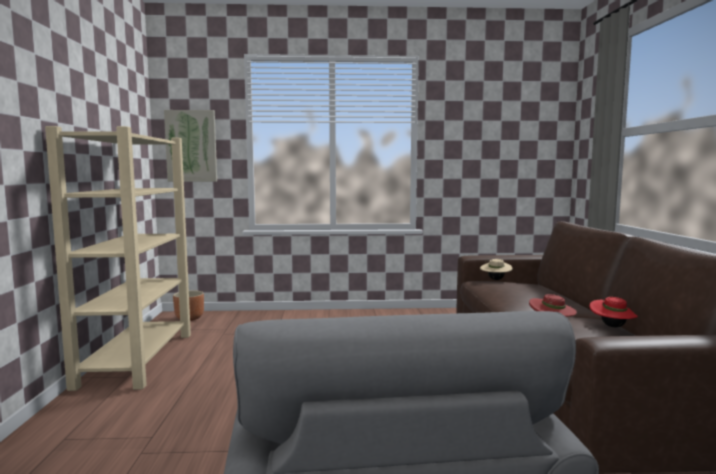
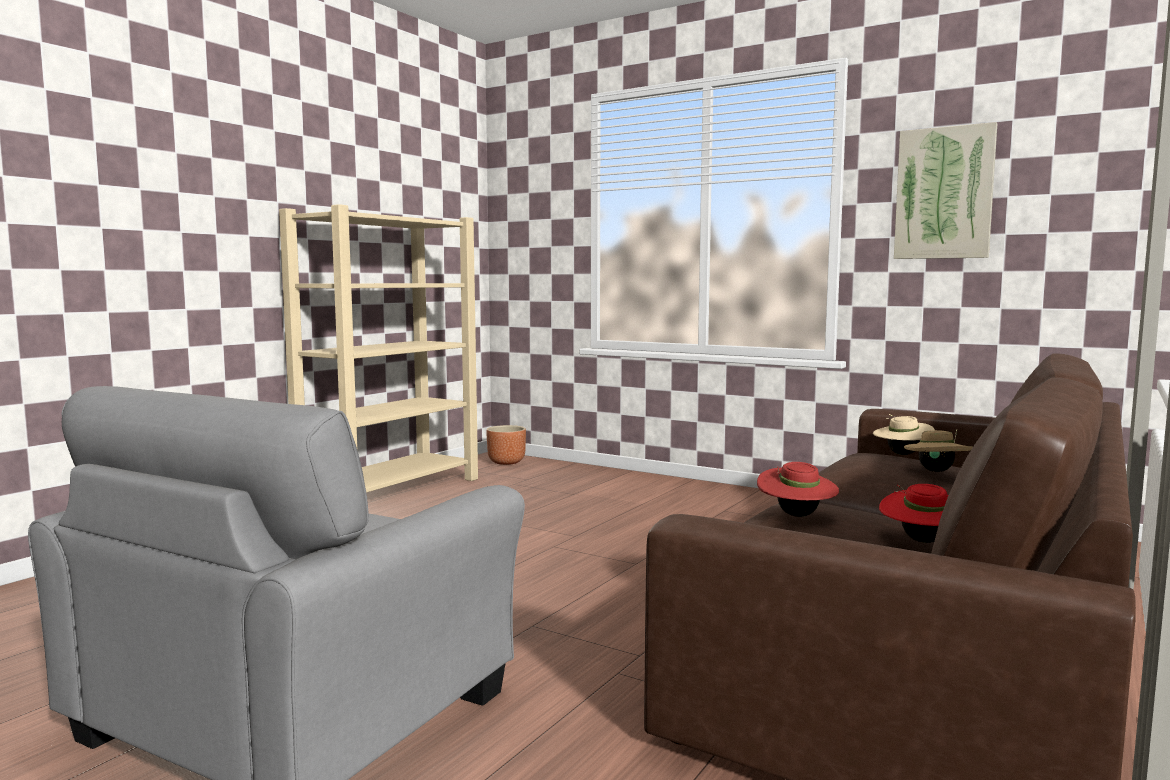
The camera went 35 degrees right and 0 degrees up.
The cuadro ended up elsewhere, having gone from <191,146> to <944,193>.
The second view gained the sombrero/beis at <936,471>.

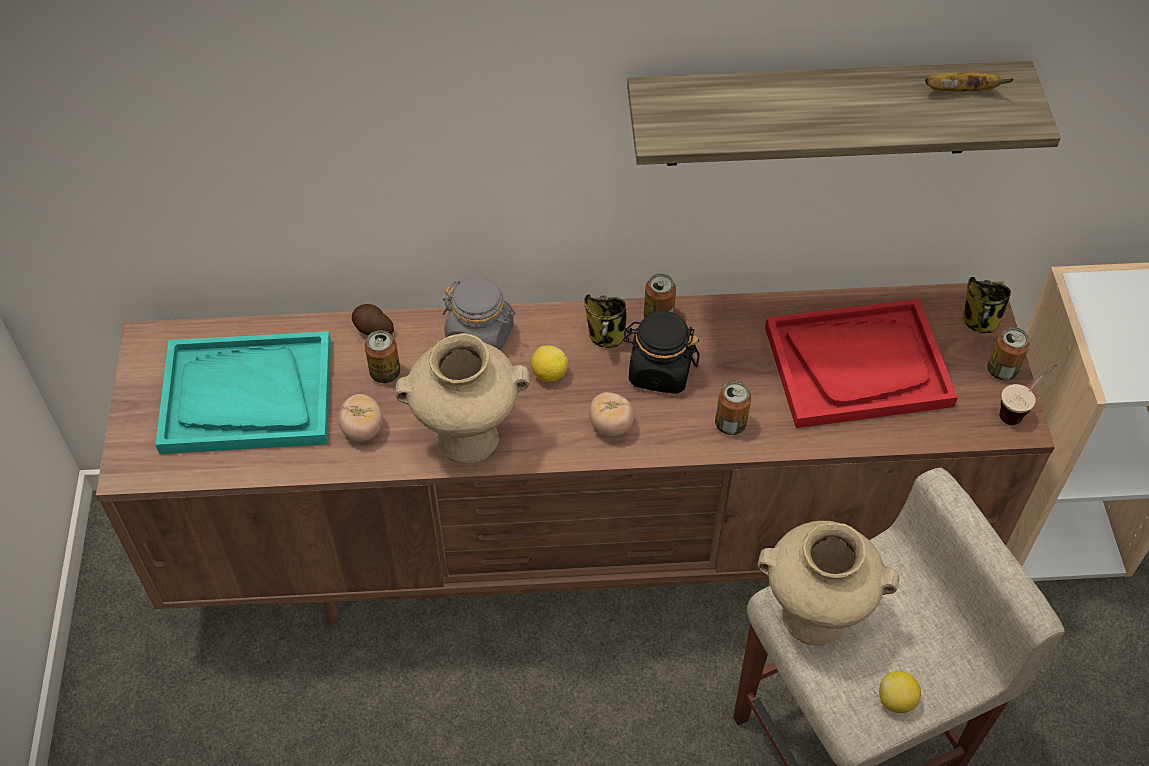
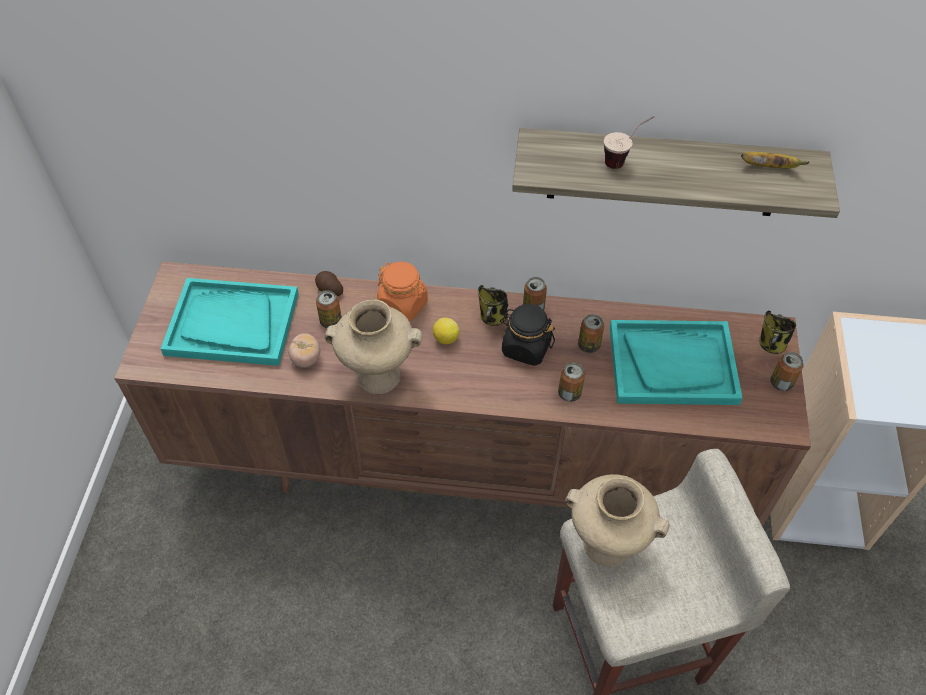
The camera went 10 degrees right and 0 degrees up.
What was the tarro/gris at <480,337> turned into the tarro/naranja at <403,305>.
The second view lost the tomate at <611,425>.
What was the bandeja/rojo at <858,366> turned into the bandeja/turquesa at <673,364>.
The second view lost the limón at <896,700>.
The taza ended up elsewhere, having gone from <1020,410> to <624,159>.
The second view gained the lata at <589,345>.

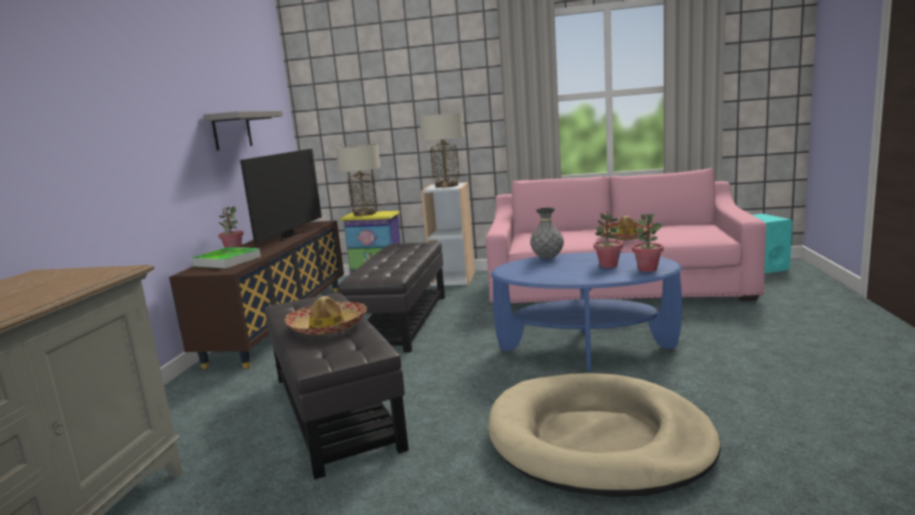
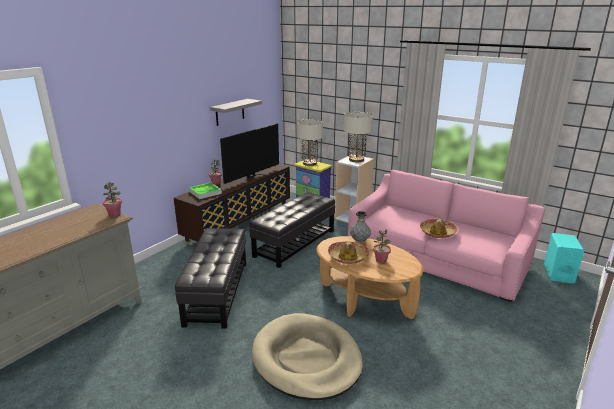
The camera went 25 degrees right and 10 degrees up.
The sombrero ended up elsewhere, having gone from <328,327> to <348,257>.
What was the mesa de centro/azul at <586,348> turned into the mesa de centro/marrón at <365,300>.
The planta en maceta ended up elsewhere, having gone from <647,269> to <114,214>.

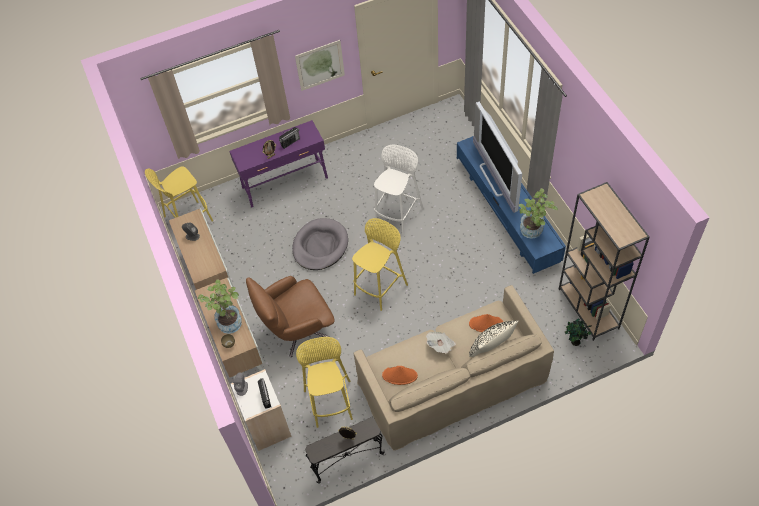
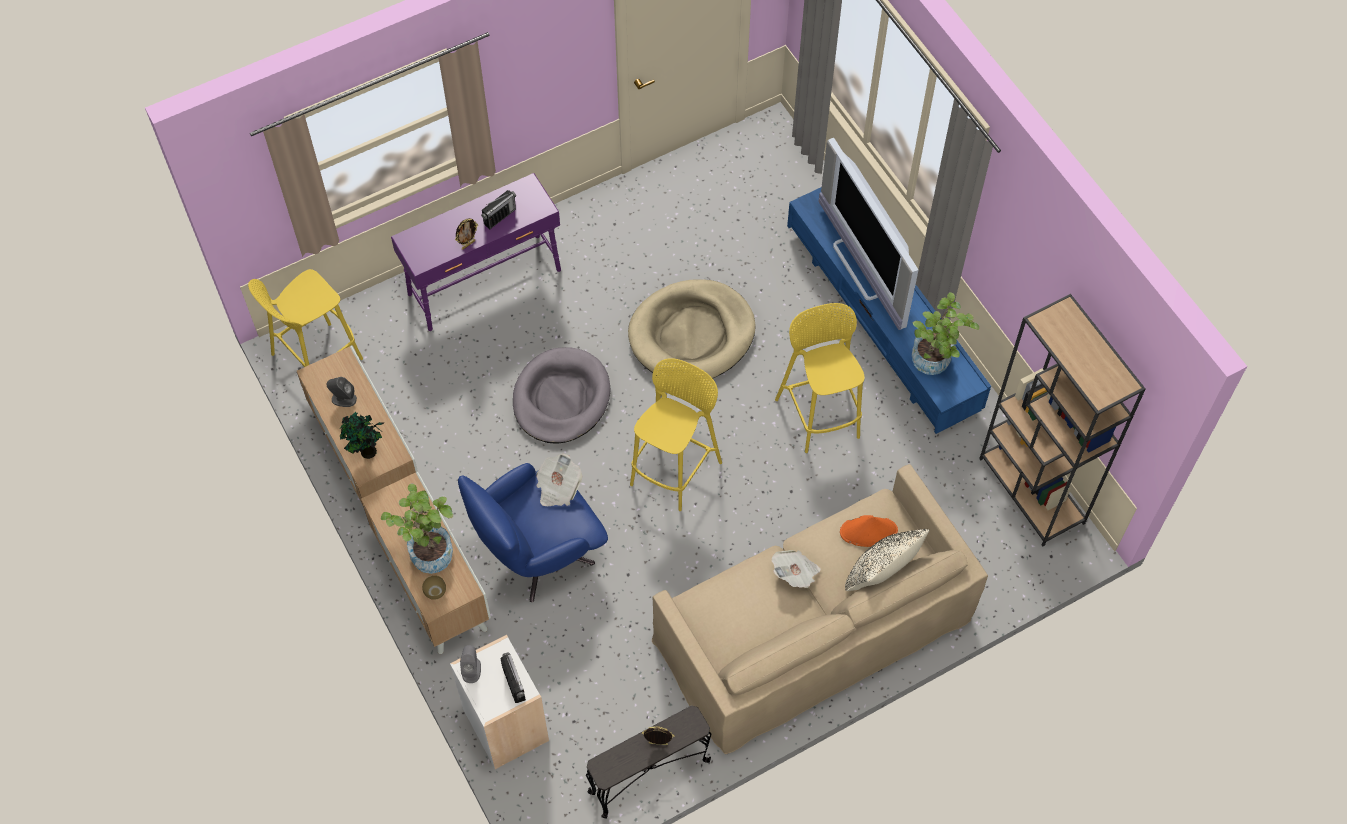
The camera went 10 degrees left and 5 degrees up.
What was the sillón/marrón at <298,330> turned into the sillón/azul at <540,553>.
The second view lost the cuadro at <320,65>.
The taburete/amarillo ended up elsewhere, having gone from <330,402> to <820,415>.
Where the taburete/blanco stood at <397,214>, the cama para perro/beis came to stand at <692,334>.
The second view lost the sombrero/naranja at <400,375>.
The planta en maceta ended up elsewhere, having gone from <575,342> to <367,452>.
The second view gained the periódico at <558,487>.

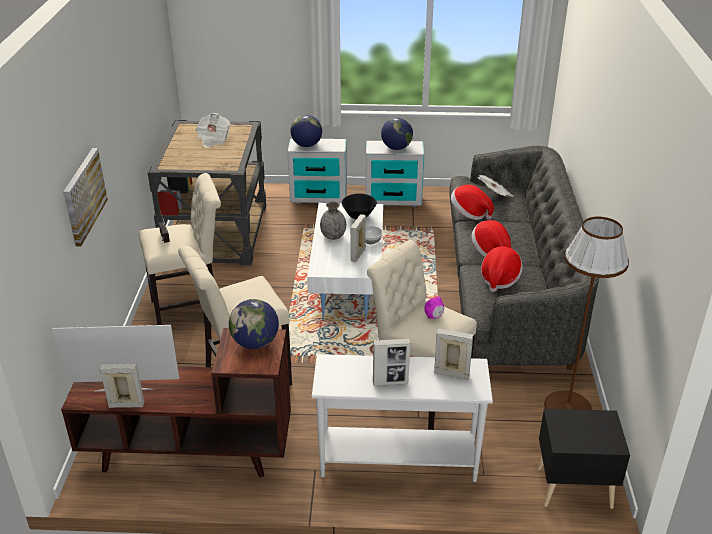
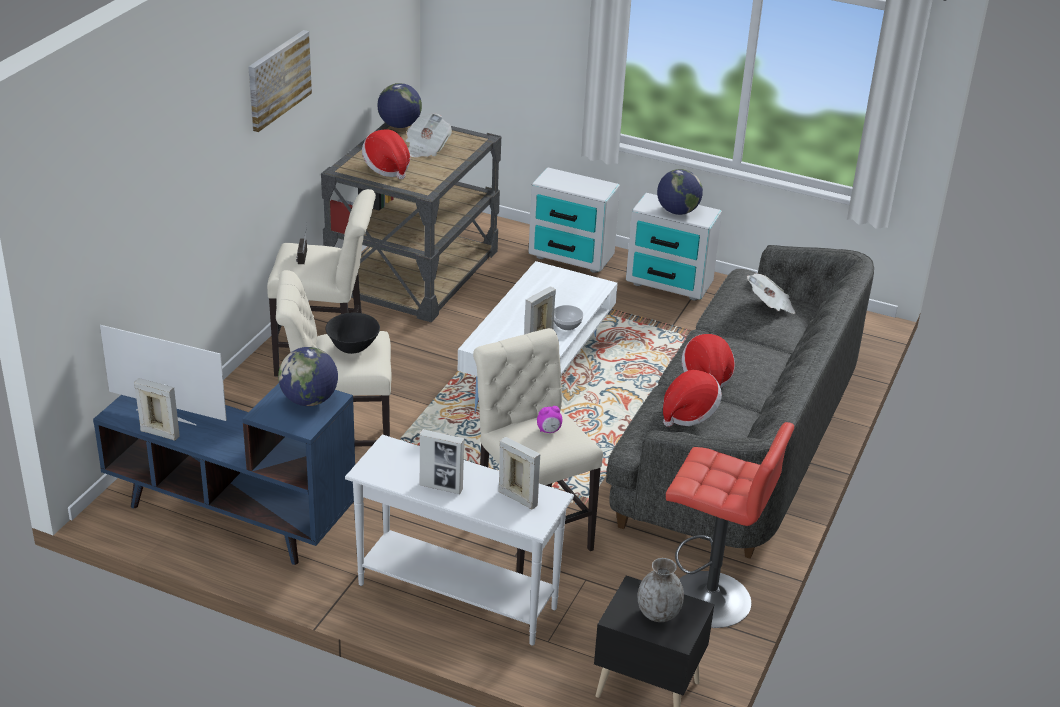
The camera went 20 degrees right and 0 degrees up.
What was the mueble de televisión/marrón at <186,453> turned into the mueble de televisión/azul at <228,515>.
The cuadro ended up elsewhere, having gone from <83,196> to <278,79>.
The globo terráqueo ended up elsewhere, having gone from <306,145> to <399,125>.
The florero/gris ended up elsewhere, having gone from <333,236> to <658,614>.
The cuenco/negro ended up elsewhere, having gone from <359,216> to <353,348>.
The sombrero ended up elsewhere, having gone from <469,213> to <387,168>.
Where the lámpara de pie/marrón stood at <568,407>, the taburete/rojo came to stand at <711,600>.

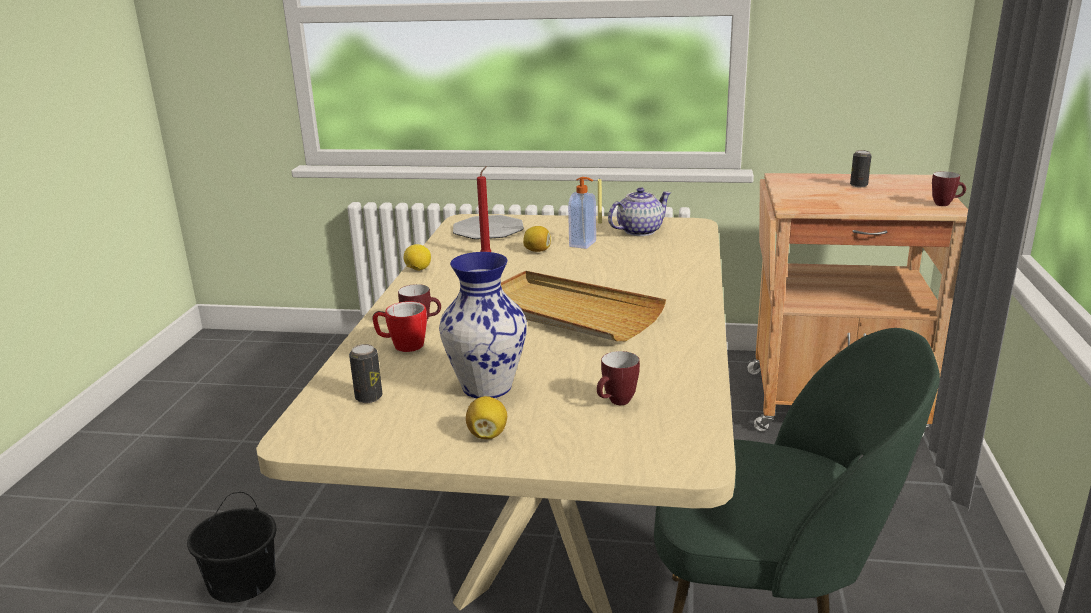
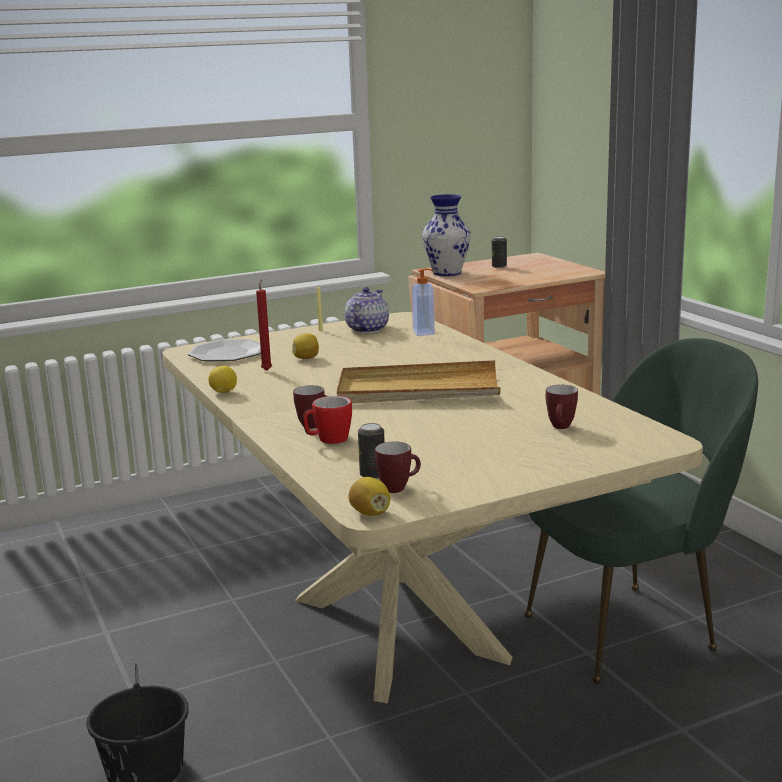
The camera went 35 degrees left and 5 degrees down.
The florero ended up elsewhere, having gone from <485,387> to <446,273>.
The limón ended up elsewhere, having gone from <487,434> to <370,513>.
The dispensador de jabón ended up elsewhere, having gone from <583,244> to <424,332>.
The taza grande ended up elsewhere, having gone from <945,204> to <399,488>.

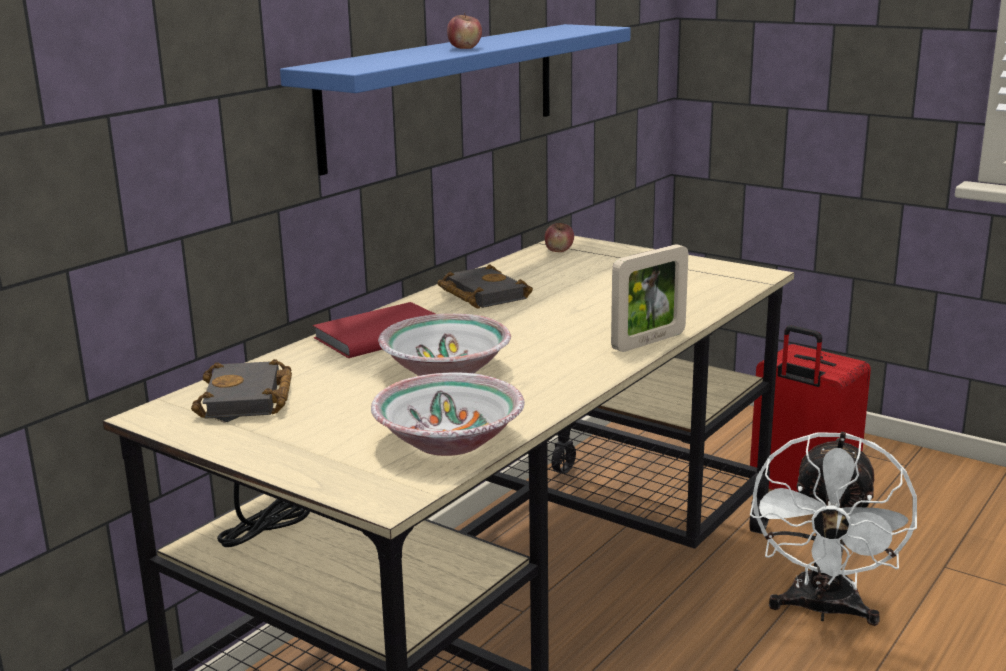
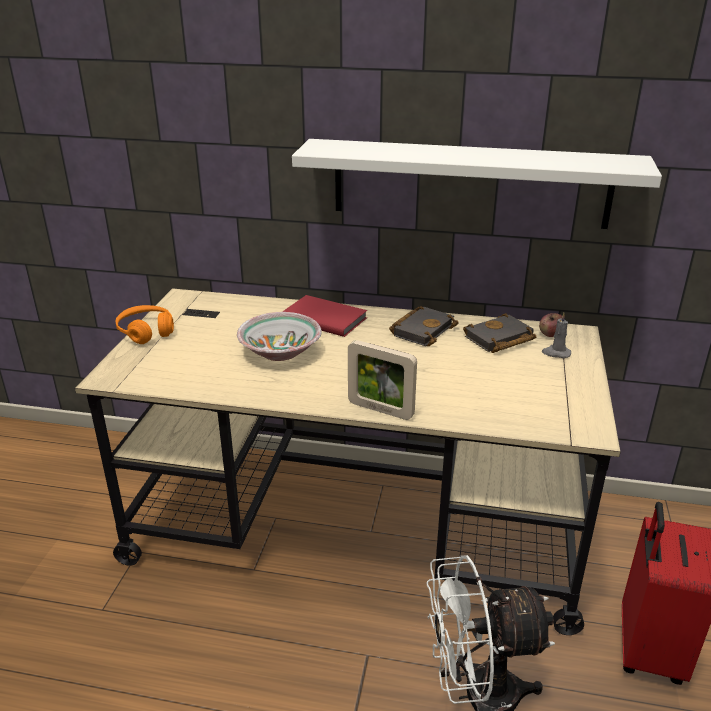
The camera went 65 degrees right and 10 degrees up.
The libro/negro ended up elsewhere, having gone from <248,399> to <499,340>.
What was the estante/azul at <444,93> turned into the estante/blanco at <470,183>.
The second view lost the cuenco at <449,442>.
The second view lost the manzana at <465,48>.
The second view gained the auriculares/naranja at <146,332>.
The second view gained the vela/gris at <556,353>.

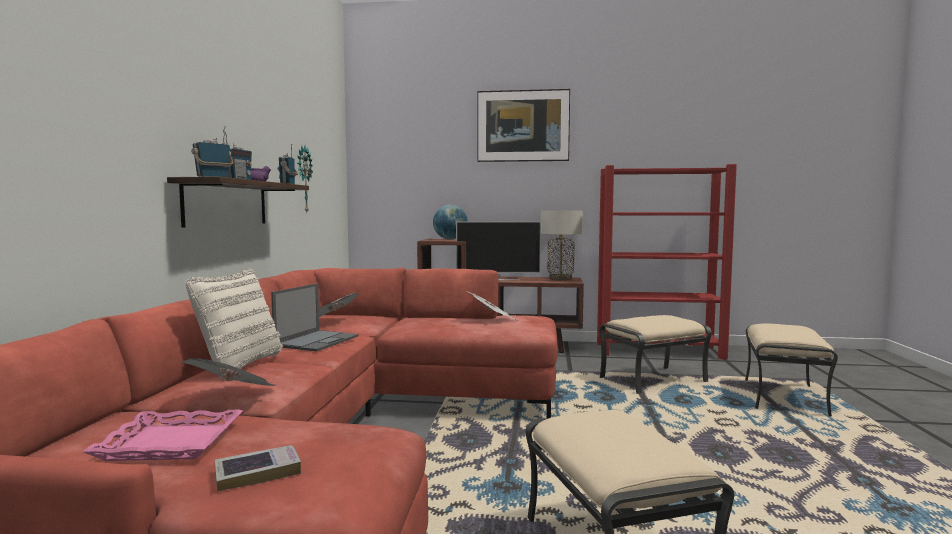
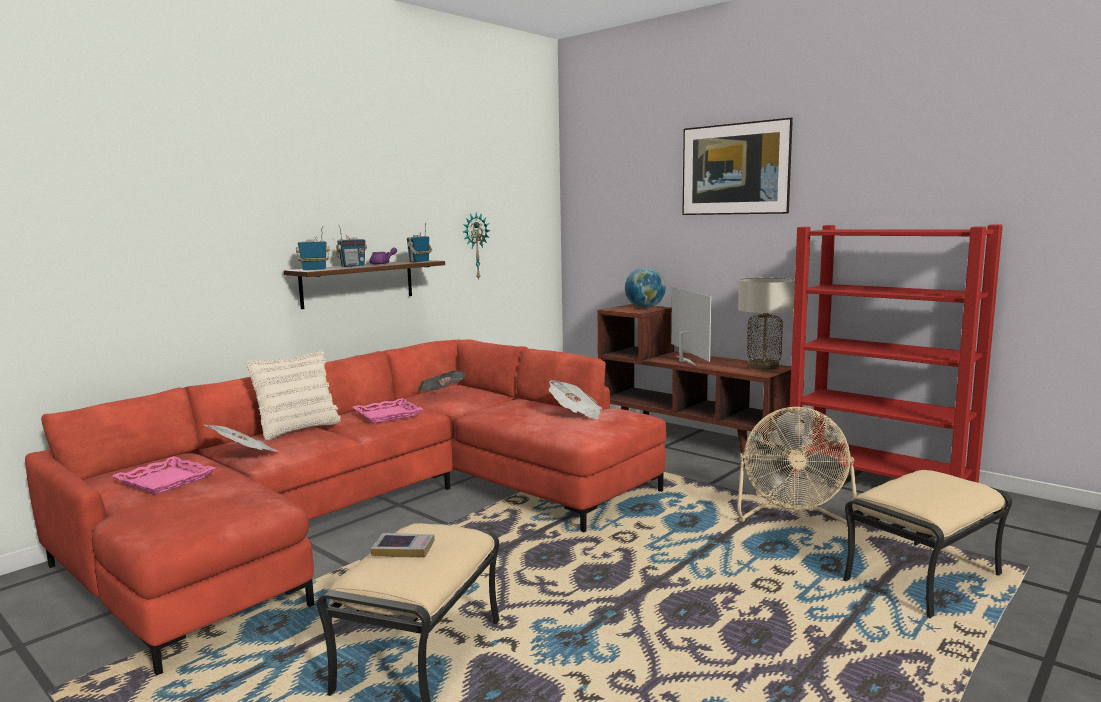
The camera went 35 degrees right and 5 degrees up.
The libro ended up elsewhere, having gone from <257,473> to <403,549>.
Where the portátil stood at <317,341>, the bandeja/rosa came to stand at <387,415>.
The televisor at <498,280> ended up facing another way, 135 degrees counterclockwise from before.
Where the puf/beis stood at <653,379>, the ventilador/beis came to stand at <788,515>.

